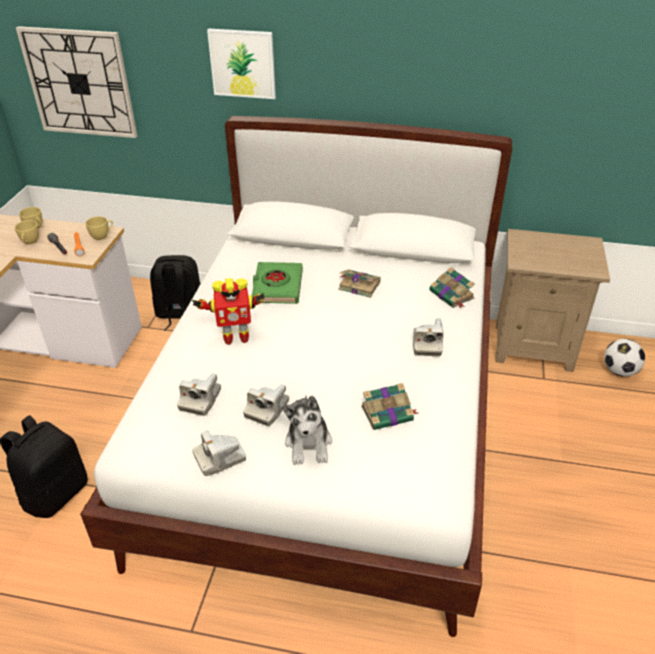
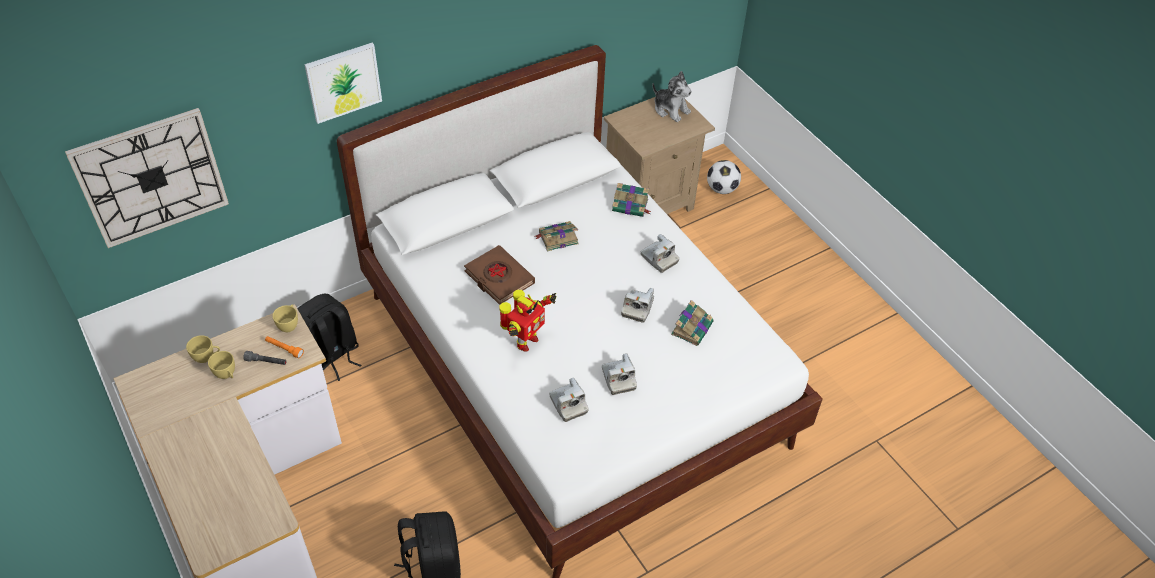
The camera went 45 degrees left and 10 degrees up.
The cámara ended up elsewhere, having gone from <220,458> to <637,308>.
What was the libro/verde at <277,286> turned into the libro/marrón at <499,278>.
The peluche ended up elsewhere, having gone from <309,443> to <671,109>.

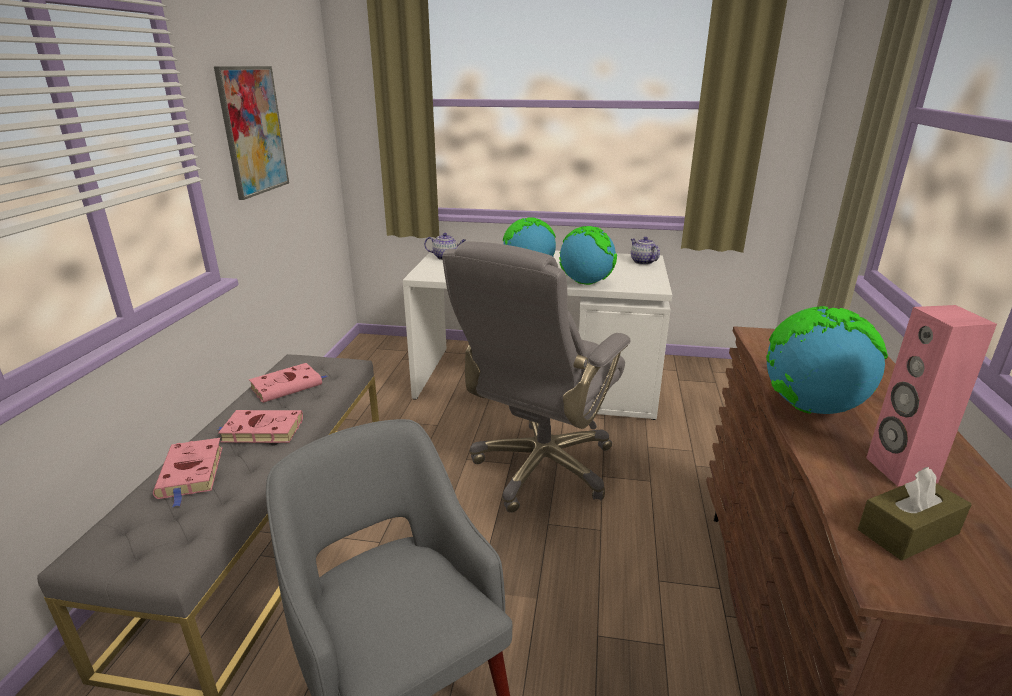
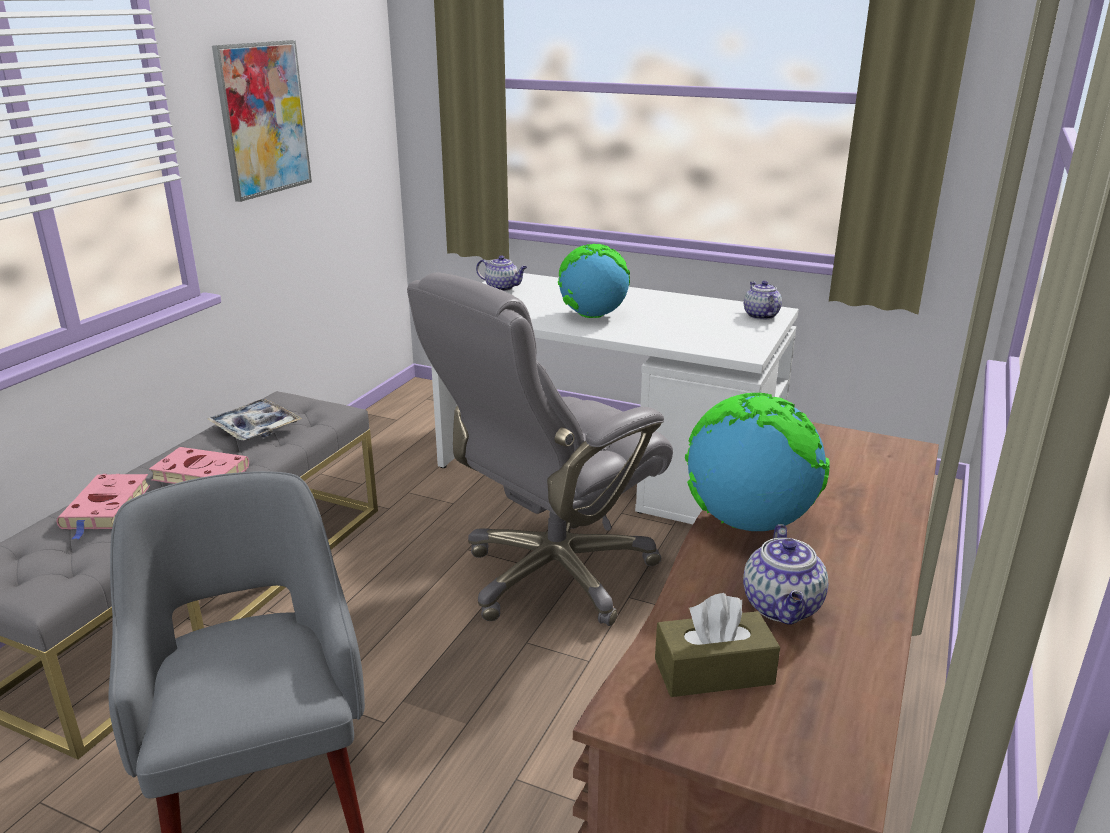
The camera went 15 degrees right and 0 degrees up.
Where the libro/rosa stood at <288,386>, the bandeja came to stand at <255,428>.
The second view lost the globo terráqueo at <585,283>.
Where the altavoz/rosa stood at <900,470>, the tetera came to stand at <783,608>.

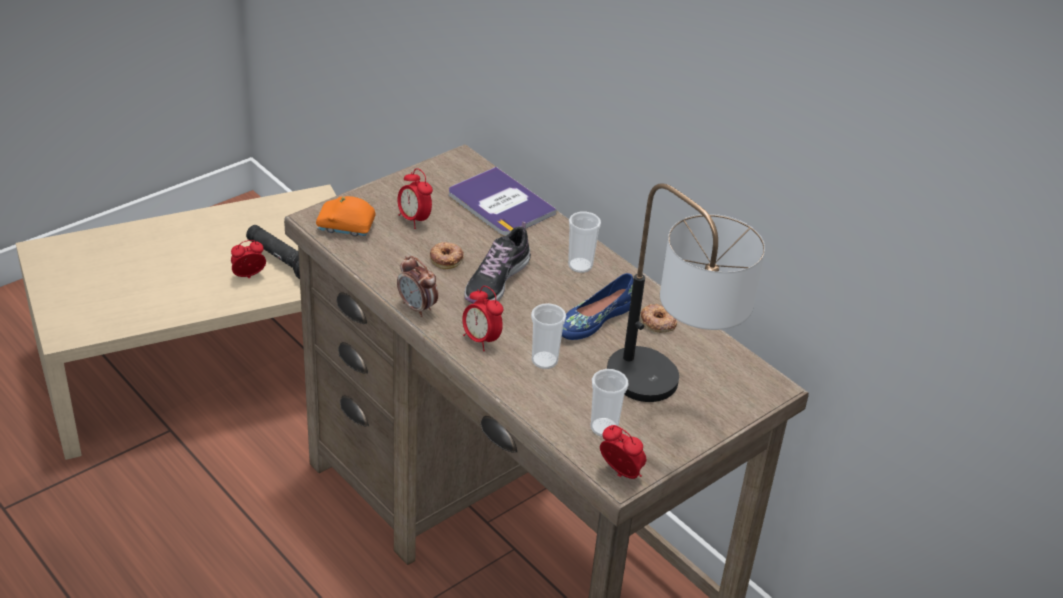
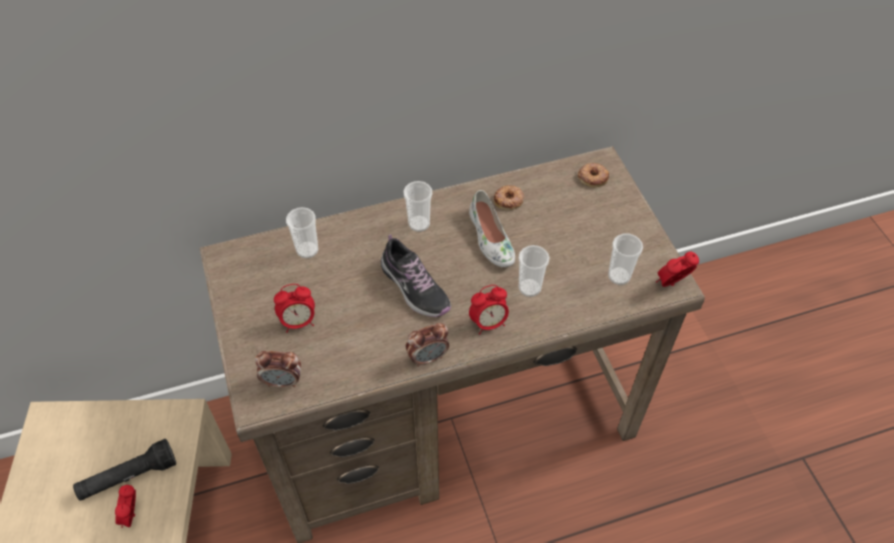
The camera went 65 degrees left and 15 degrees up.
Where the coche de juguete/naranja stood at <346,227>, the despertador came to stand at <283,381>.
The rosquilla ended up elsewhere, having gone from <446,258> to <592,177>.
Where the libro stood at <500,204>, the taza came to stand at <307,250>.
What was the zapato/azul at <593,319> turned into the zapato/blanco at <490,238>.
The second view lost the lámpara de mesa at <667,398>.

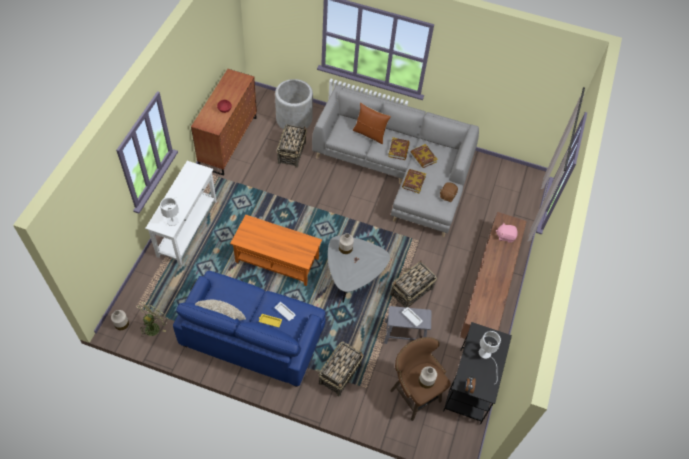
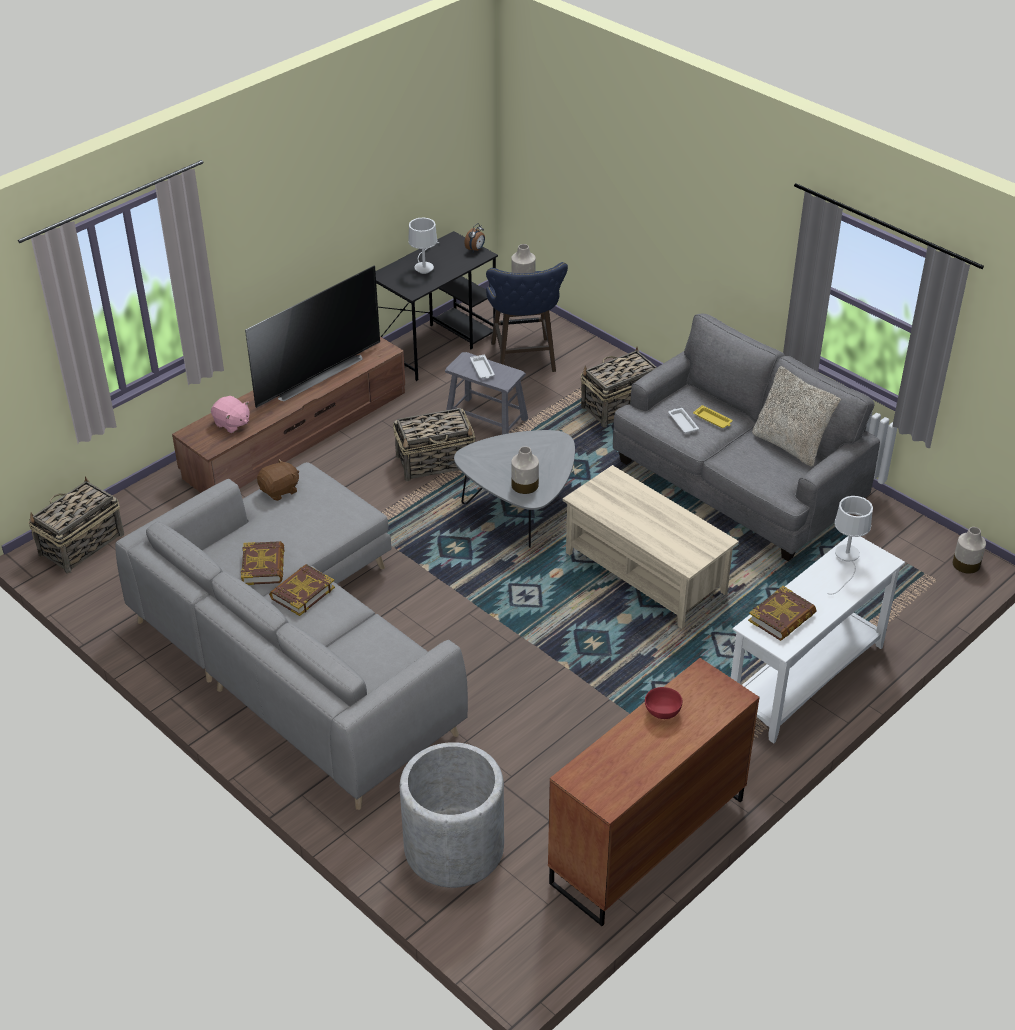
The camera went 150 degrees left and 15 degrees down.
The second view lost the ventilador/verde at <154,326>.
What was the sofá/azul at <252,336> turned into the sofá/gris at <738,483>.
What was the mesa de centro/naranja at <277,260> turned into the mesa de centro/beis at <646,572>.
The cesta ended up elsewhere, having gone from <292,152> to <81,545>.
The second view lost the cojín/marrón at <370,134>.
What was the taburete/marrón at <414,394> turned into the taburete/azul at <523,359>.
The libro ended up elsewhere, having gone from <413,182> to <782,618>.
The second view gained the televisor at <315,374>.

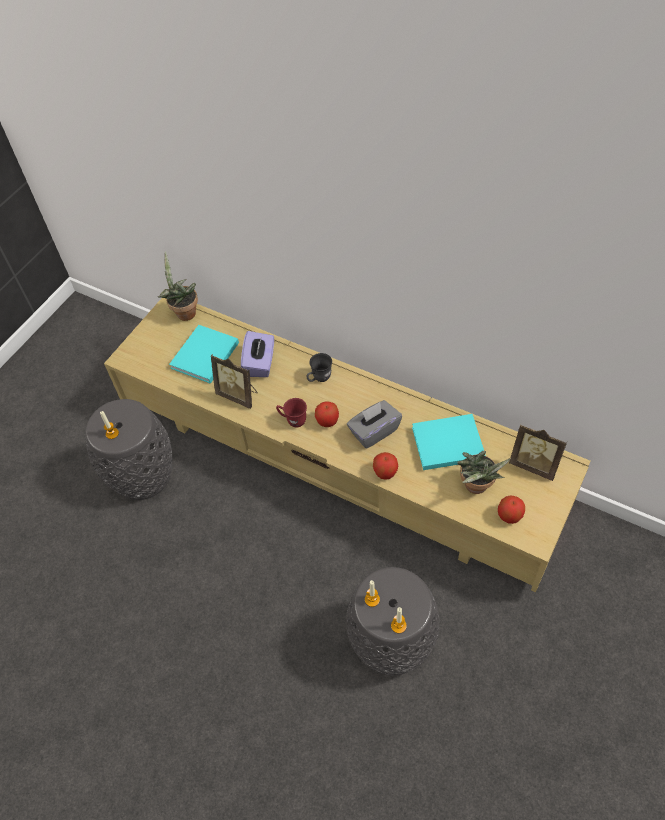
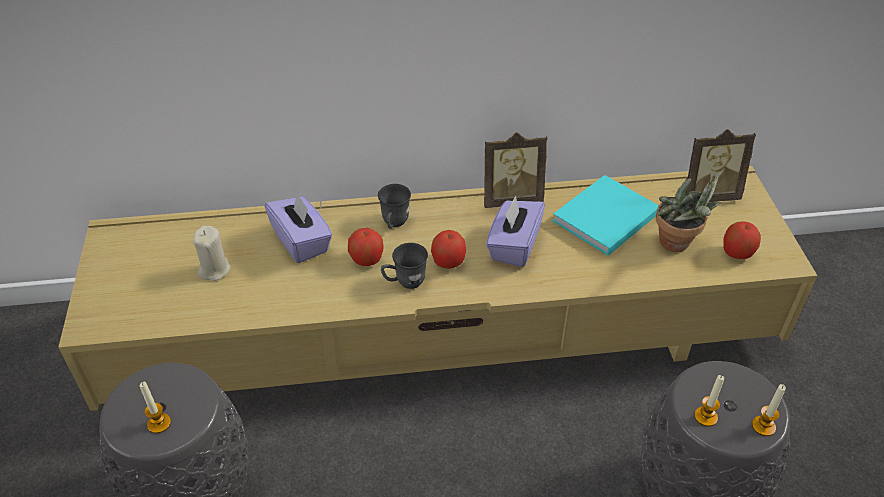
The camera went 40 degrees left and 10 degrees down.
The second view lost the planta en maceta at <184,312>.
Where the libro/turquesa stood at <204,357>, the vela/beis came to stand at <214,269>.
The portarretratos ended up elsewhere, having gone from <238,395> to <511,198>.
What was the taza grande/rojo at <293,420> turned into the taza grande/gris at <405,282>.
What was the caja de pañuelos/gris at <374,431> turned into the caja de pañuelos/morado at <513,246>.
The manzana ended up elsewhere, having gone from <385,472> to <366,259>.

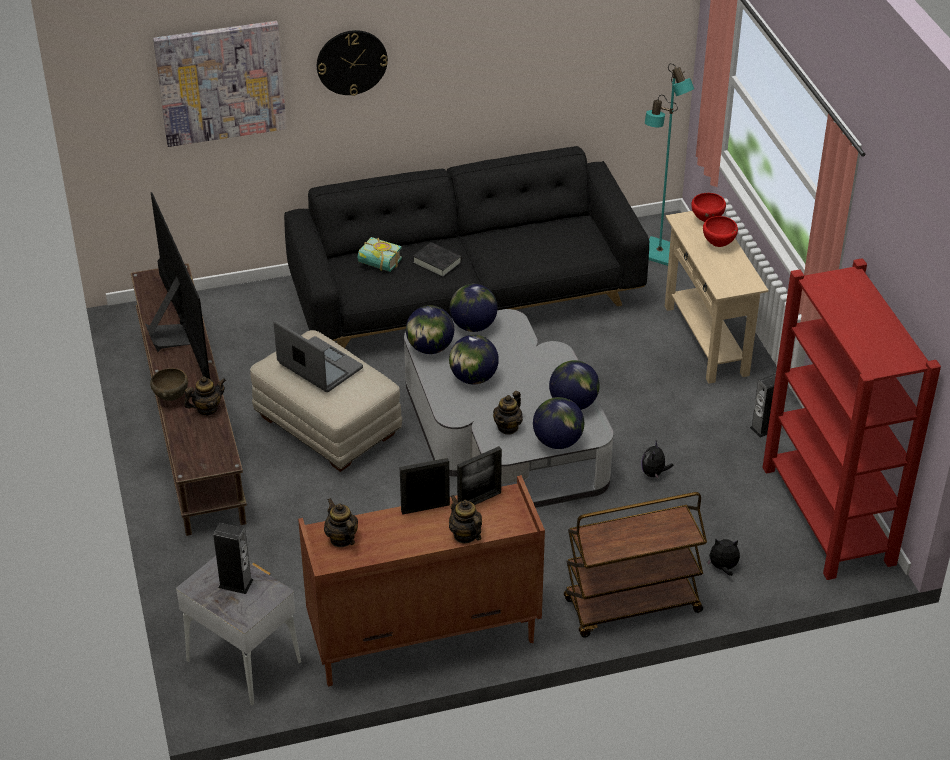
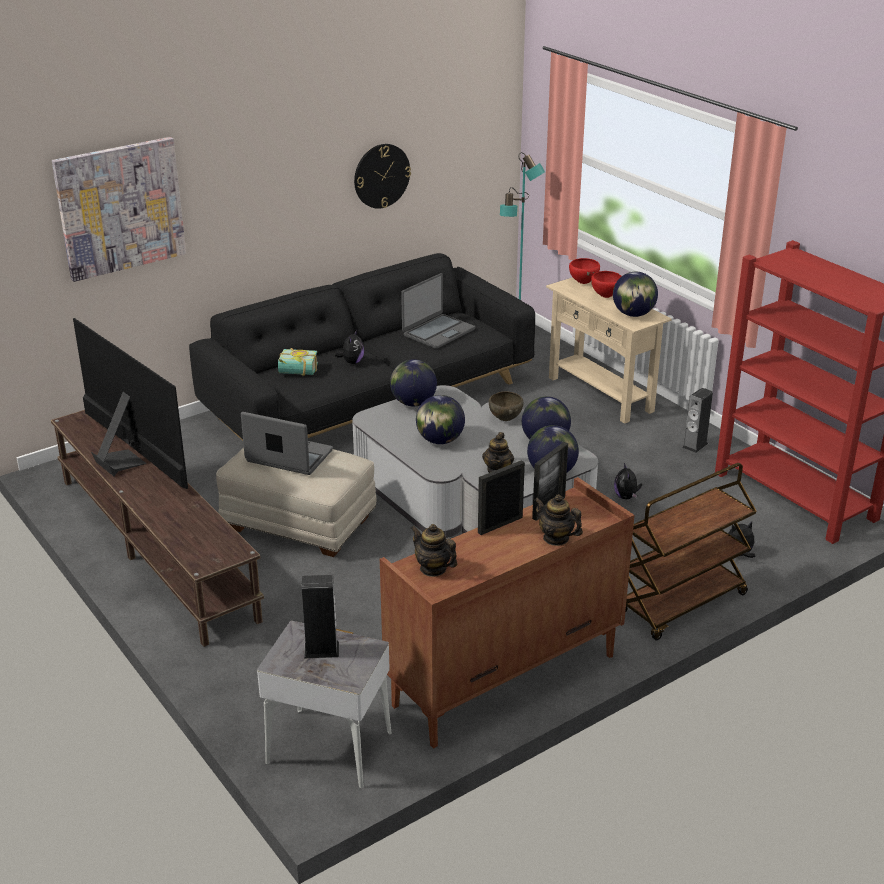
The camera went 20 degrees left and 10 degrees down.
The cuenco/marrón ended up elsewhere, having gone from <171,397> to <505,419>.
The second view lost the tetera at <207,409>.
The reloj de pared ended up elsewhere, having gone from <351,62> to <381,176>.
The globo terráqueo ended up elsewhere, having gone from <430,348> to <633,314>.
Where the libro/negro stood at <437,263>, the peluche came to stand at <352,362>.
The second view gained the portátil at <438,332>.

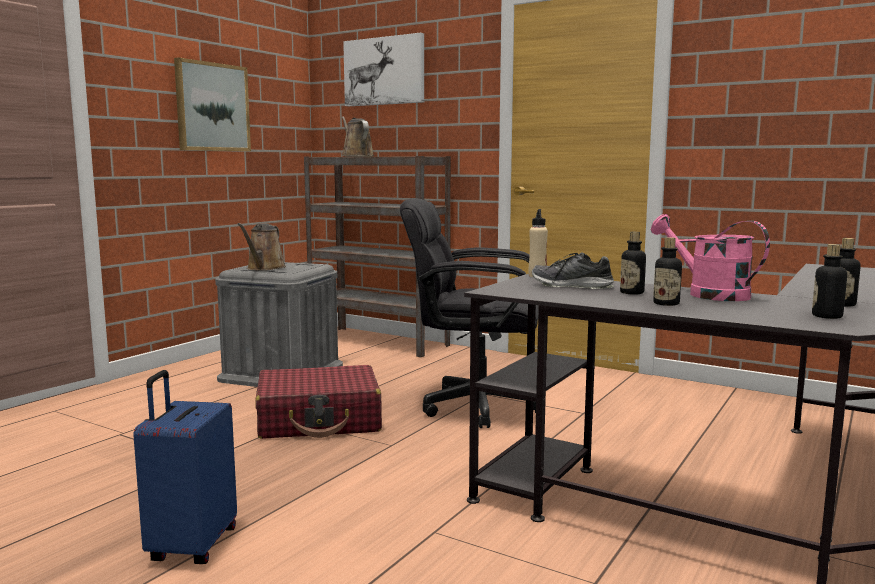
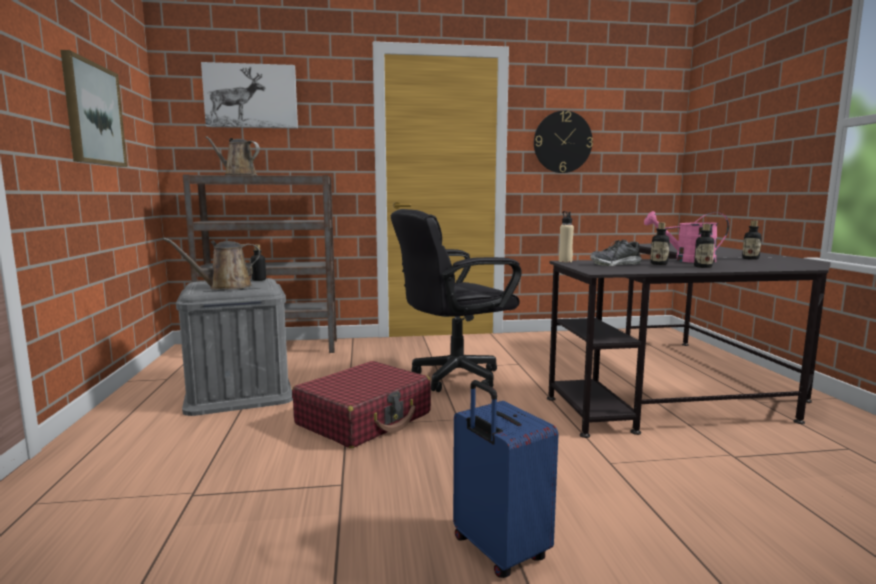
The camera went 40 degrees left and 0 degrees up.
The regadera/marrón at <264,268> ended up facing another way, 90 degrees clockwise from before.
The botella ended up elsewhere, having gone from <827,316> to <259,280>.
The second view gained the reloj de pared at <562,142>.

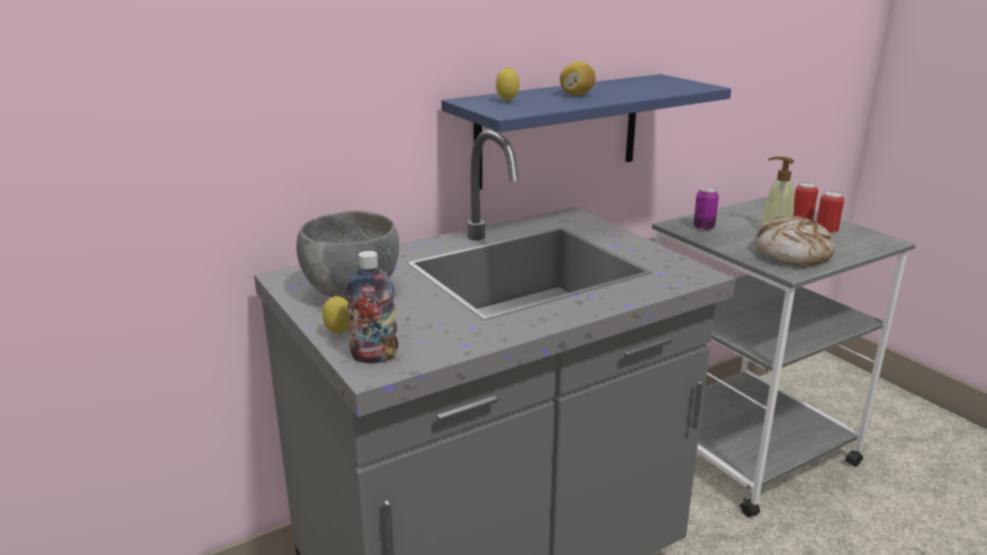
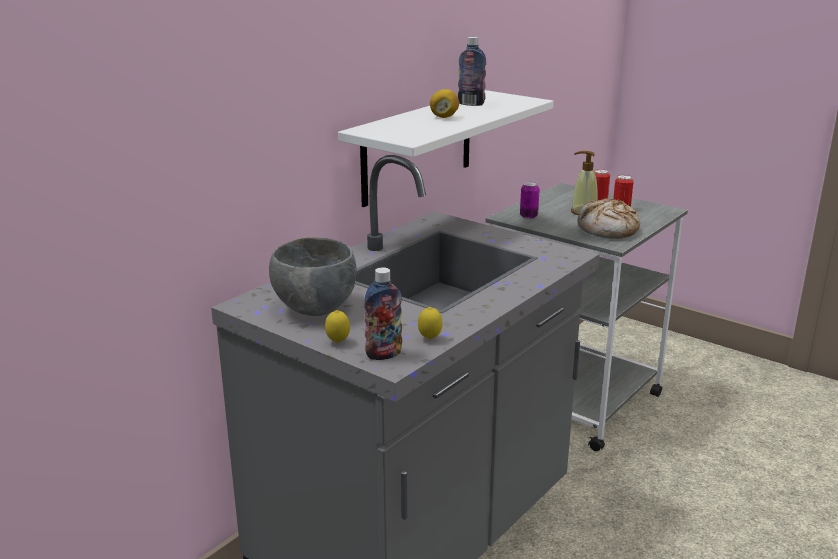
The camera went 20 degrees left and 0 degrees up.
What was the estante/azul at <558,131> turned into the estante/blanco at <417,147>.
The limón ended up elsewhere, having gone from <507,101> to <430,339>.
The second view gained the botella at <471,104>.

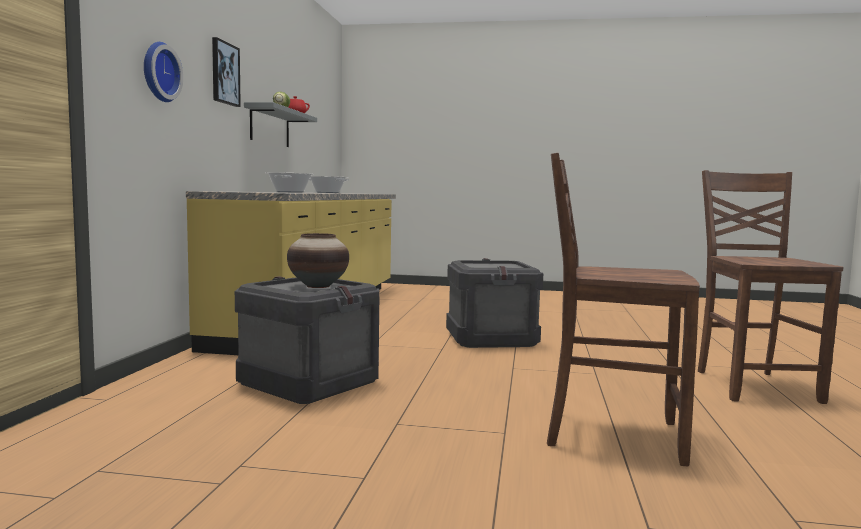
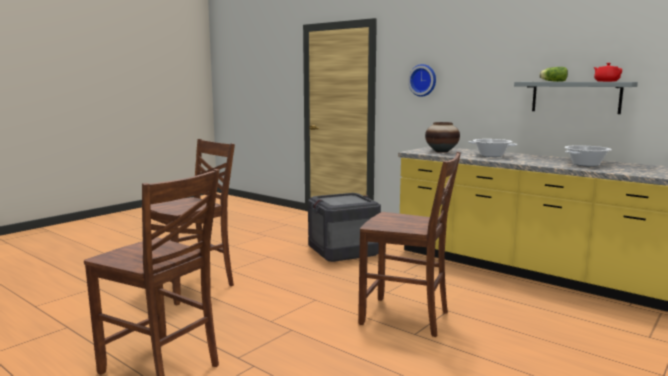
The camera went 120 degrees right and 5 degrees up.
The second view lost the cuadro at <224,73>.
The florero ended up elsewhere, having gone from <318,286> to <441,151>.
Where the caja de embalaje stood at <492,339>, the silla/marrón came to stand at <406,318>.

